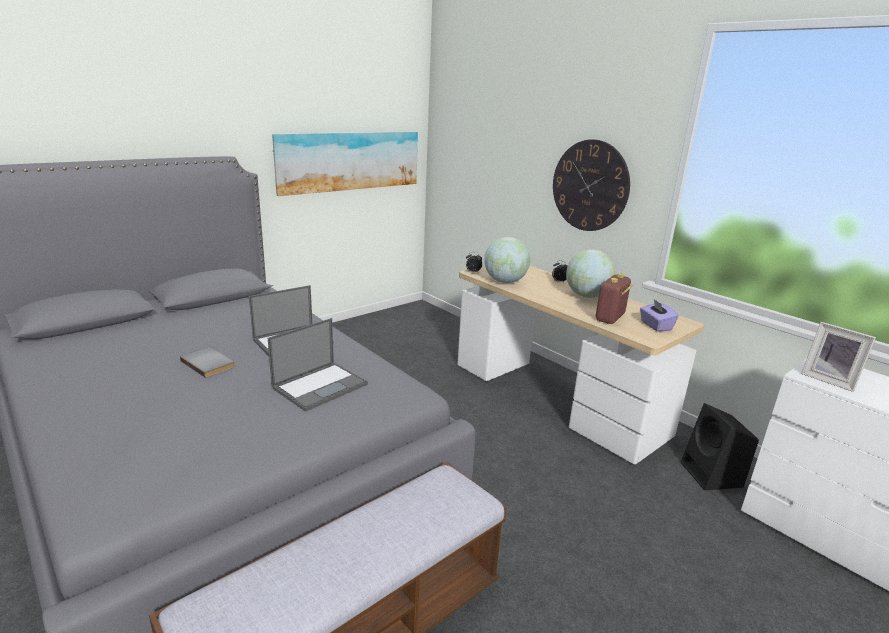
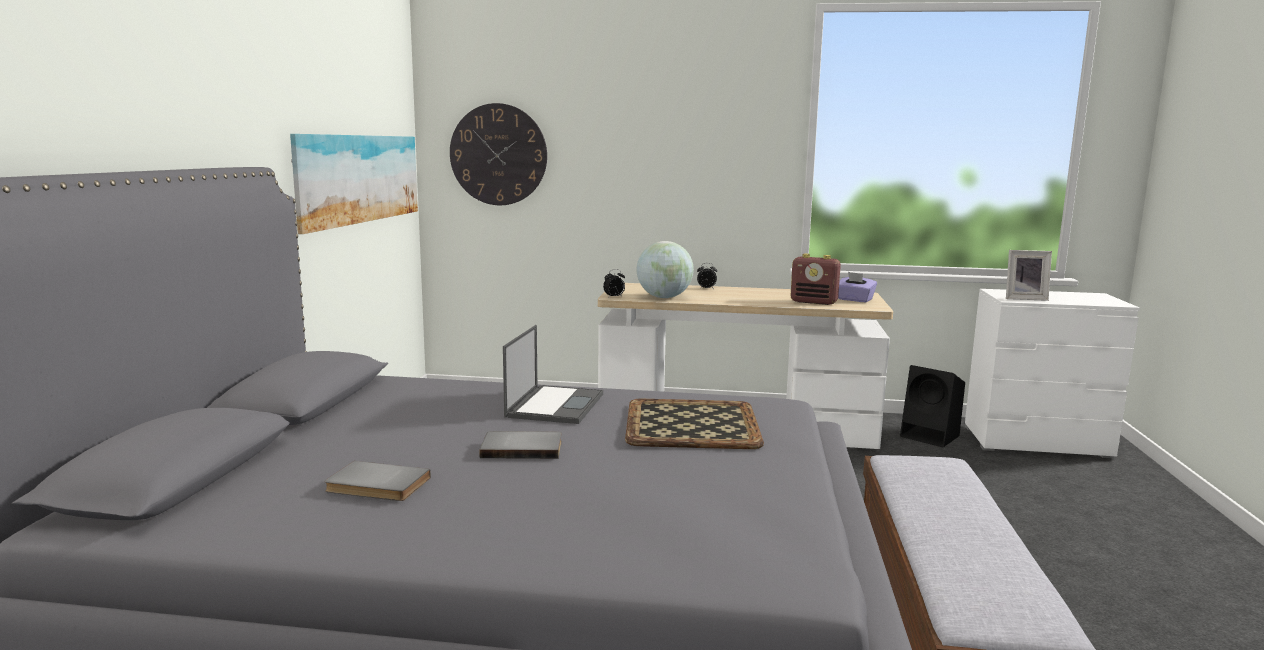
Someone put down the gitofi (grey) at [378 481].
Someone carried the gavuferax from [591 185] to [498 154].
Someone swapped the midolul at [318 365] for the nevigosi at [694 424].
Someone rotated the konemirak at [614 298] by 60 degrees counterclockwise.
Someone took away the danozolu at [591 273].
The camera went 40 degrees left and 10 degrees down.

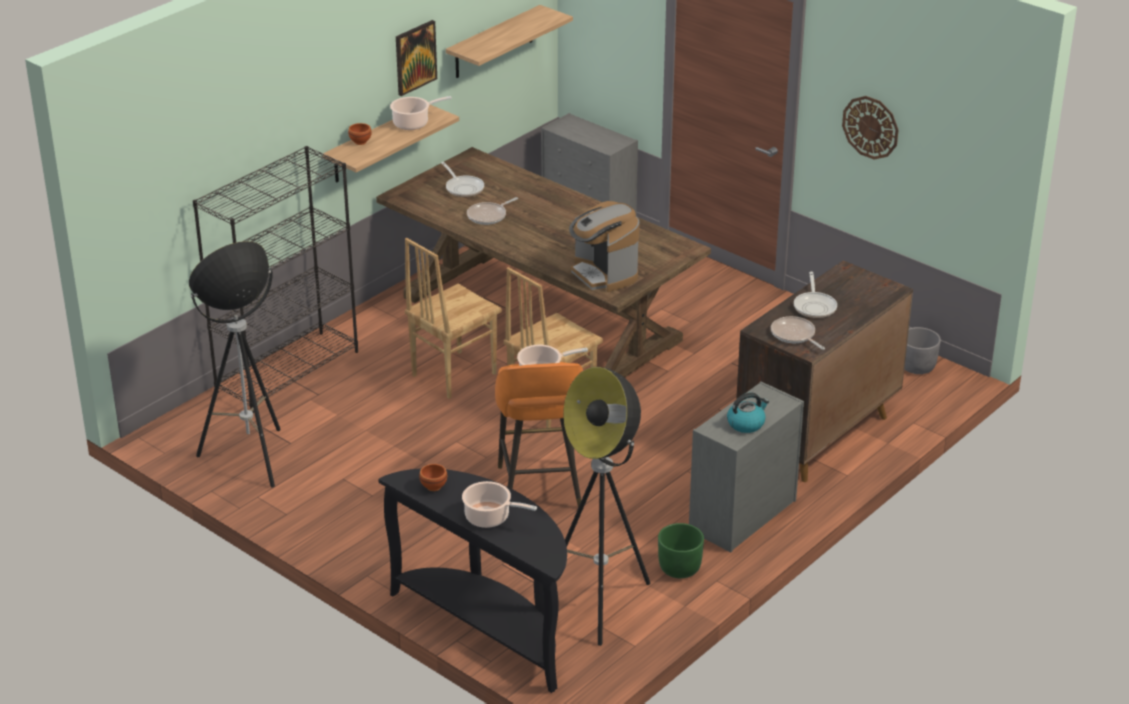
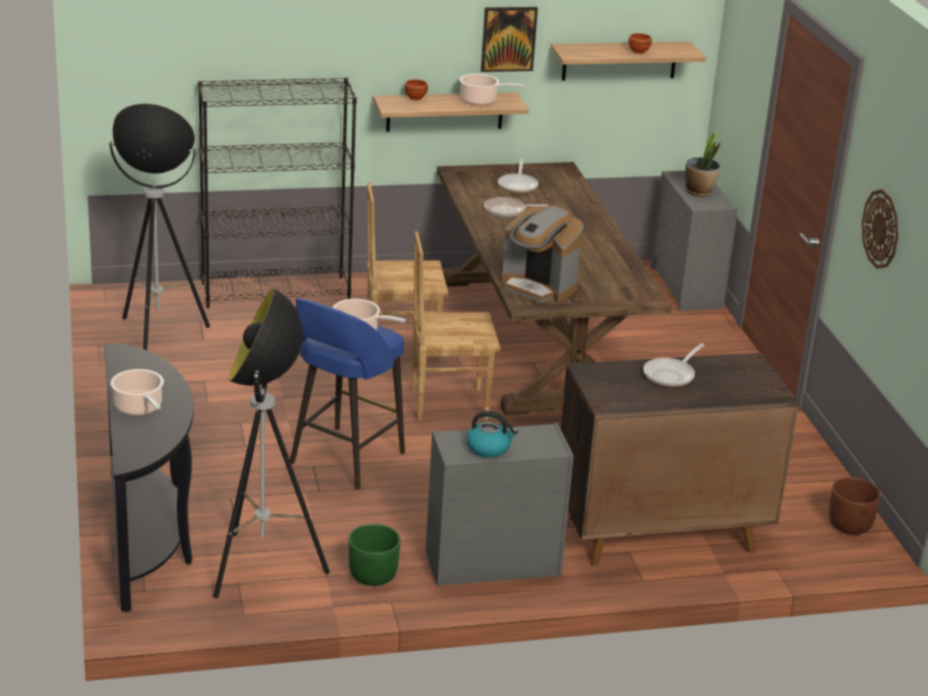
Someone repainted the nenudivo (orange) at [539 434], which became the nenudivo (blue) at [347 394].
Someone rotated the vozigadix at [604 246] by 60 degrees counterclockwise.
Someone carried the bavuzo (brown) from [433 477] to [640 43].
Someone put down the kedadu at [703 163].
Someone repainted the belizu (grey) at [922 350], which became the belizu (brown) at [855 506].
Someone took away the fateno at [798 333].
The camera went 35 degrees right and 5 degrees down.

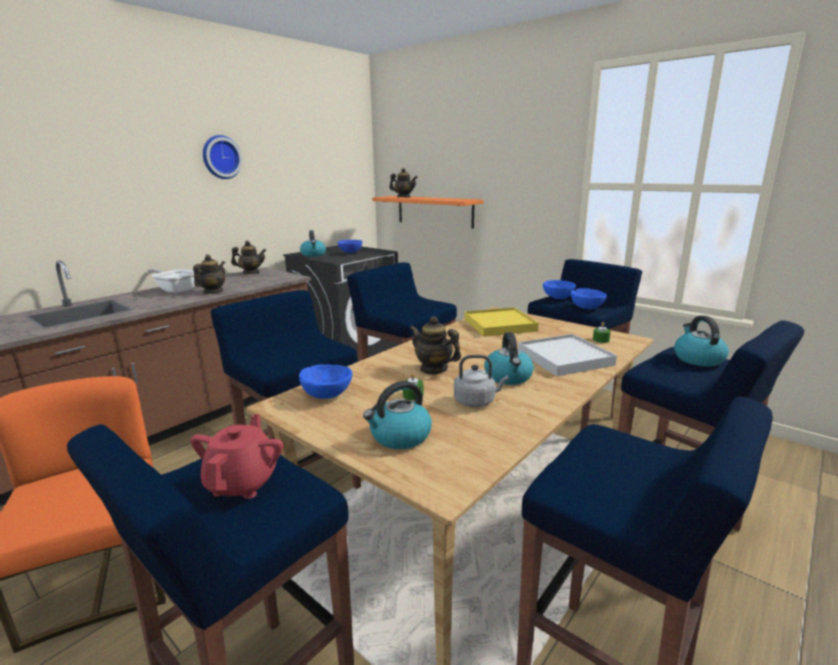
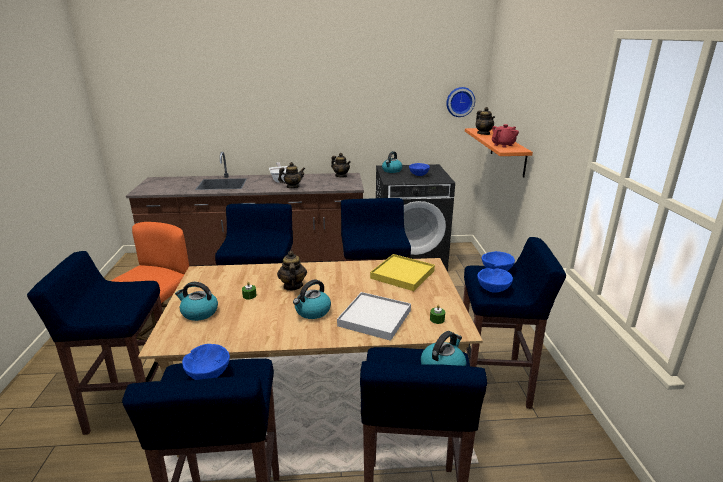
Someone carried the bavuzo (blue) from [325 381] to [206 362].
Someone carried the gavuferax from [222 157] to [460 102].
Someone carried the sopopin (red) from [236 456] to [505 135].
Someone took away the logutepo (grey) at [481 381].
The camera went 45 degrees right and 5 degrees up.

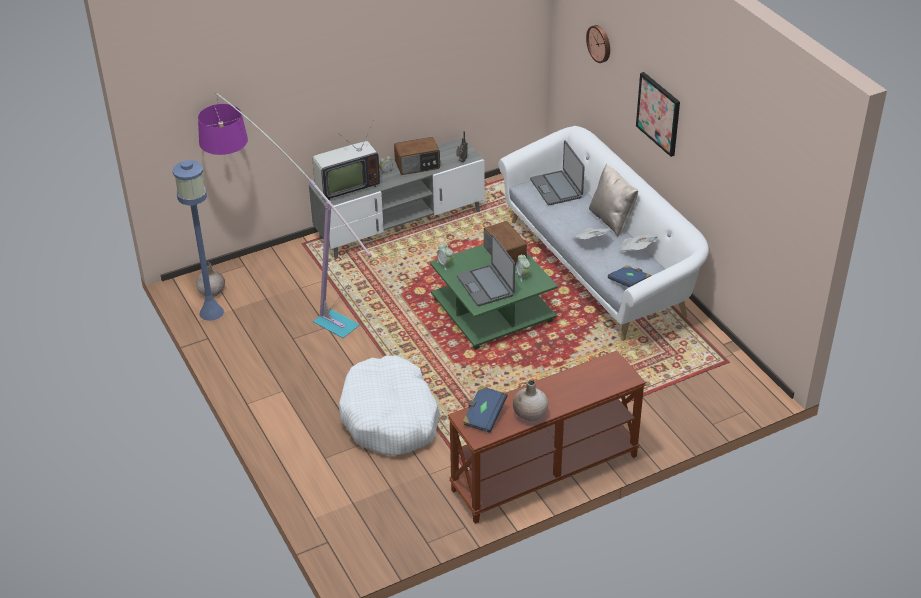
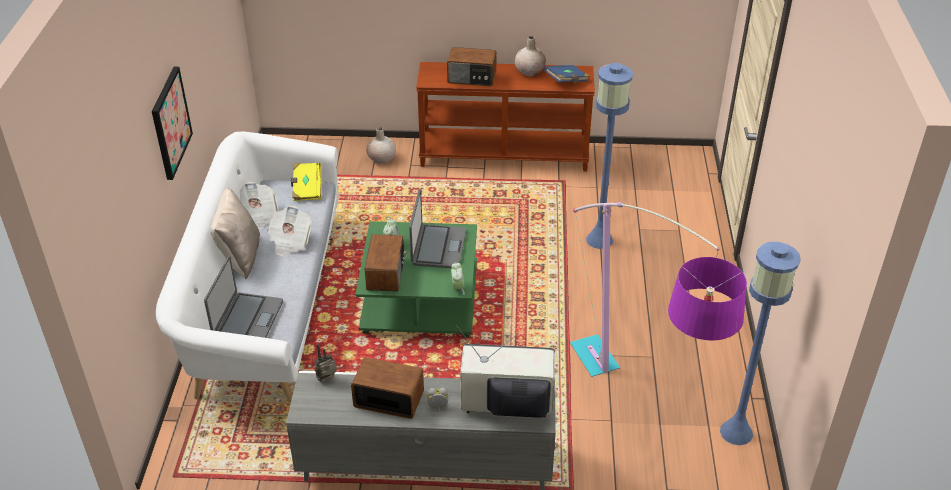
Someone repainted the gitofi (blue) at [629 276], which became the gitofi (yellow) at [306 182].
Someone carried the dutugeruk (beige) from [210 279] to [381 145].
Someone put down the konemirak at [472 66].
Someone swapped the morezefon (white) at [389 406] for the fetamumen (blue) at [609 156].
Someone took away the gavuferax at [598 44].
The camera went 150 degrees left and 0 degrees up.

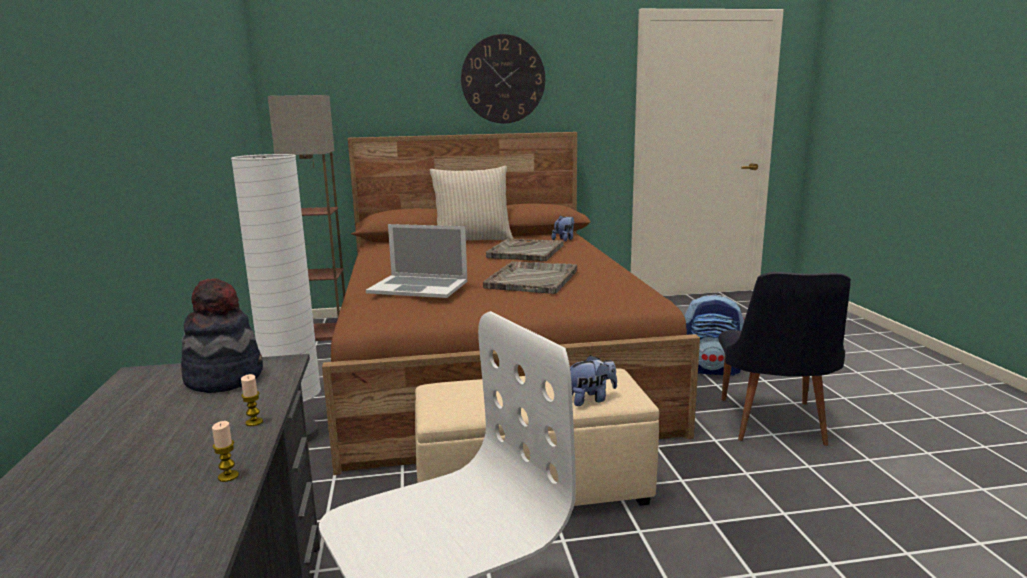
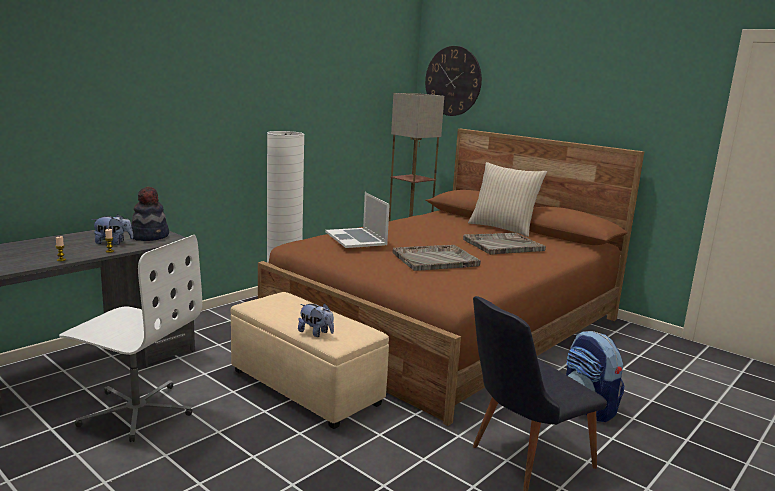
Someone carried the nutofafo from [563 228] to [112 229].
Someone carried the gavuferax from [503 78] to [453 81].
The camera went 50 degrees right and 0 degrees up.

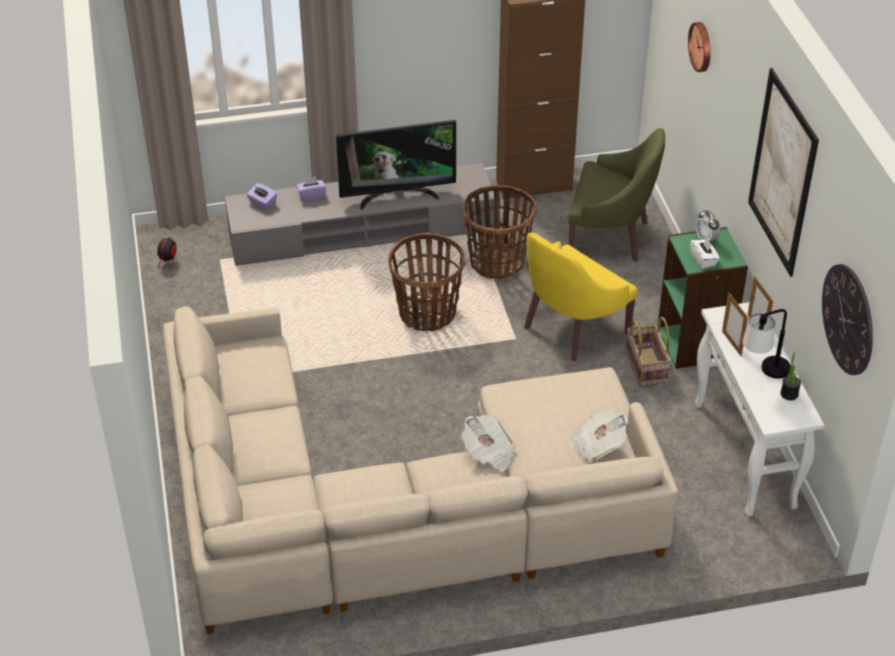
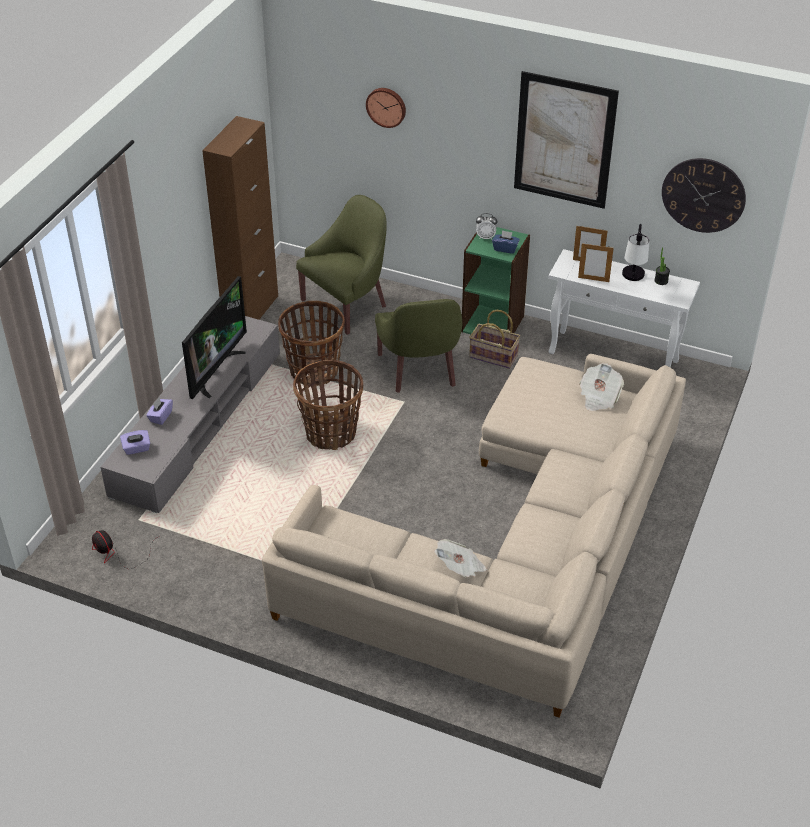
Someone repainted the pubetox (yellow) at [581 296], which became the pubetox (green) at [418 346].
Someone carried the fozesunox from [488 443] to [460 558].
Someone repainted the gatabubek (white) at [705 253], which became the gatabubek (blue) at [506 242].
The camera went 55 degrees left and 0 degrees up.

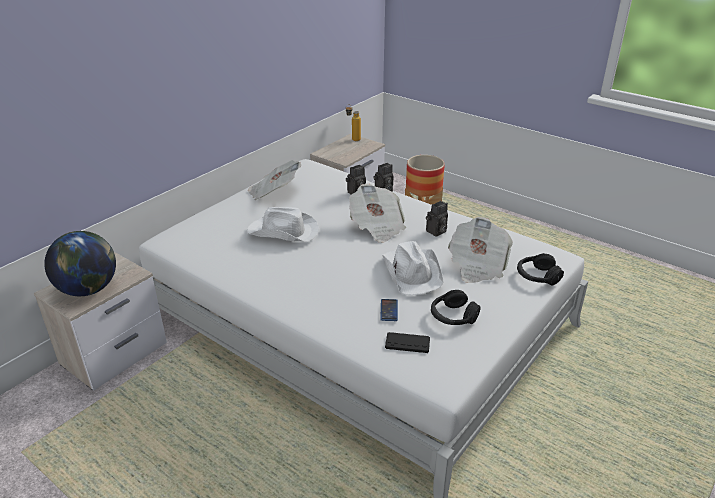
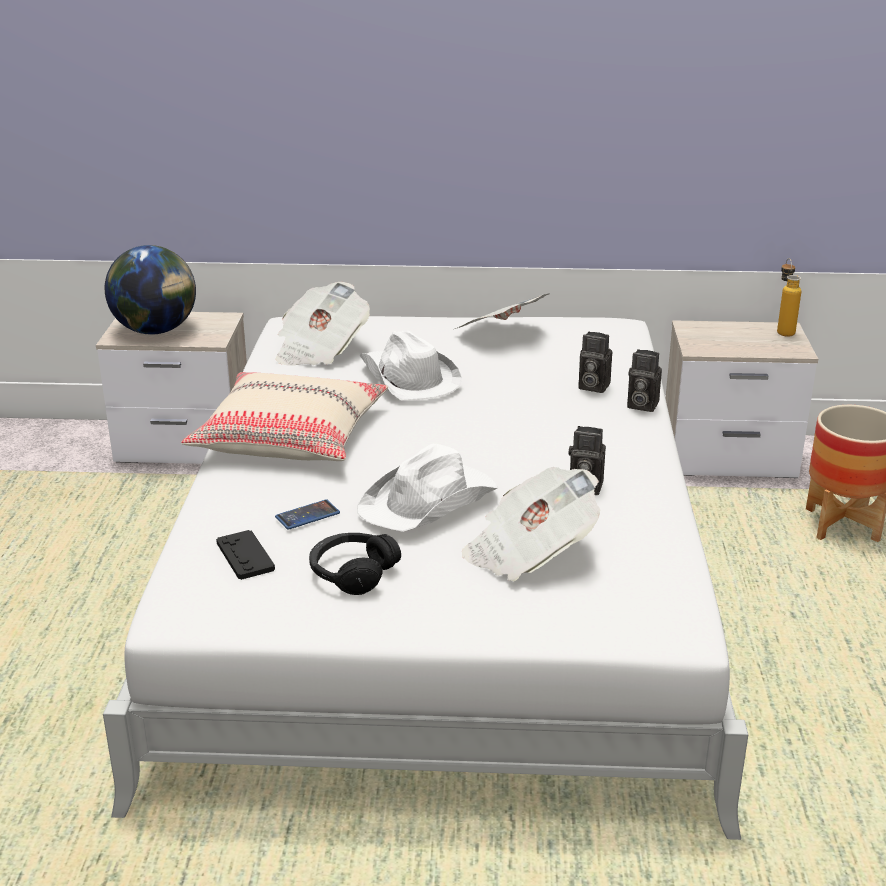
Someone put down the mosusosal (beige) at [284 416].
Someone carried the fozesunox from [377 213] to [323 324].
Someone took away the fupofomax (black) at [540 269].
The camera went 55 degrees right and 5 degrees down.

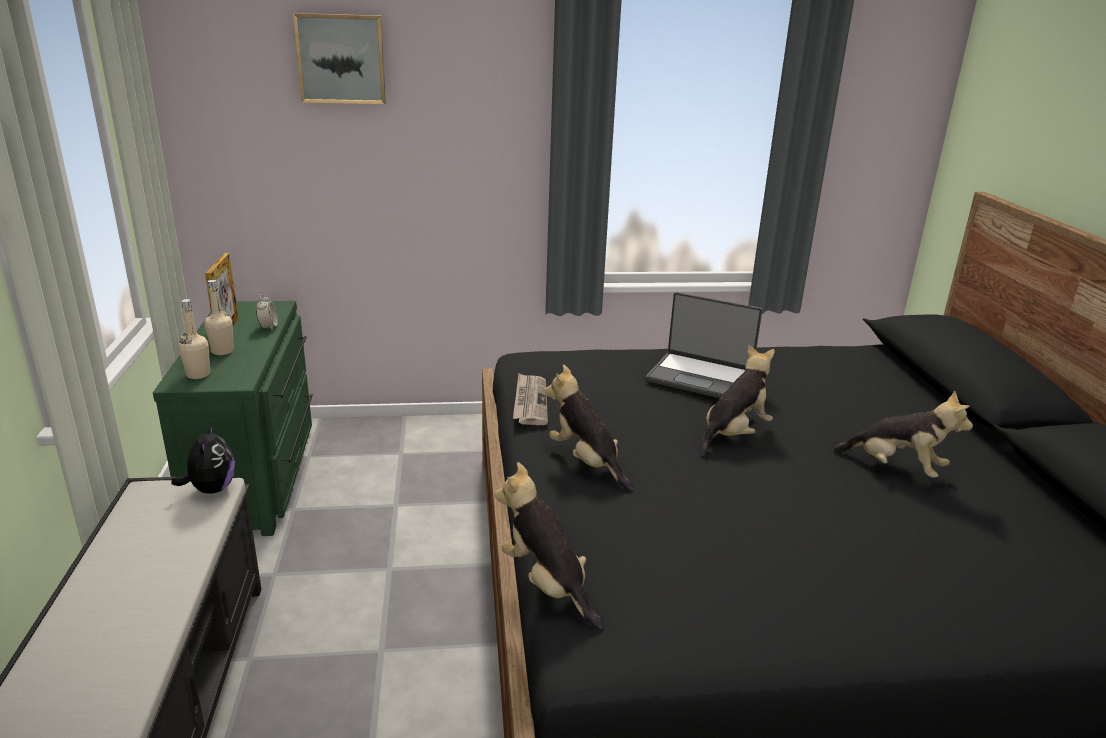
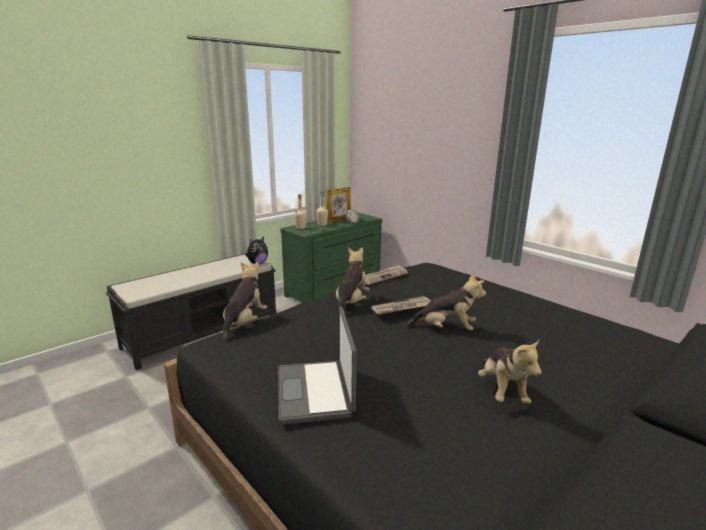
Someone carried the midolul from [704 345] to [317 366].
Someone put down the fozesunox at [401 305].
Someone took away the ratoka at [339 58].
The camera went 55 degrees right and 5 degrees down.

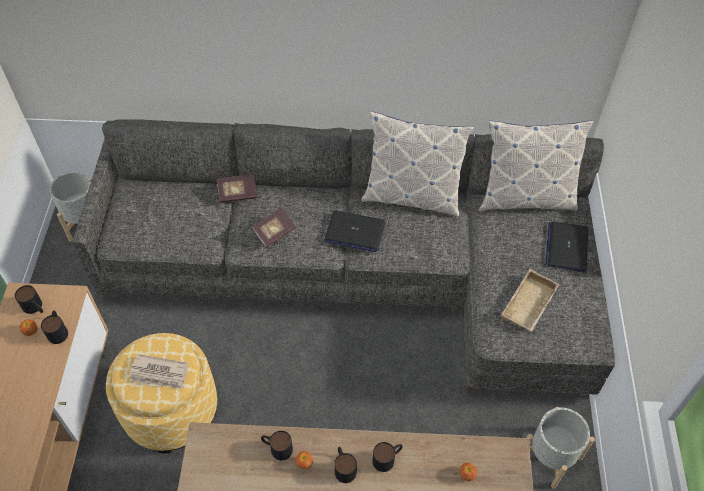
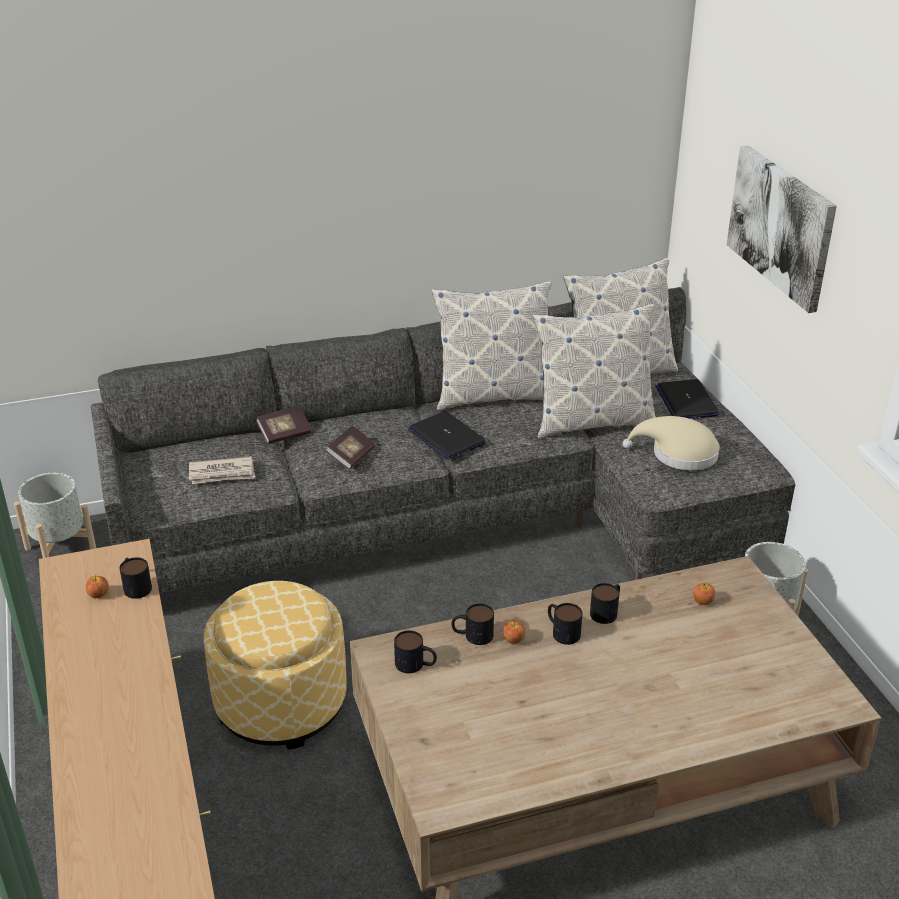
Someone carried the fozesunox from [158 371] to [222 470].
Someone carried the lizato from [29 299] to [415 651].
Someone rotated the midolul at [355 231] by 60 degrees clockwise.
Someone put down the mosusosal at [594 371].
Someone swapped the nevigosi (beige) at [530 300] for the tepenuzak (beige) at [671 443].
Someone put up the ratoka at [782 229].
The camera went 20 degrees left and 20 degrees down.

